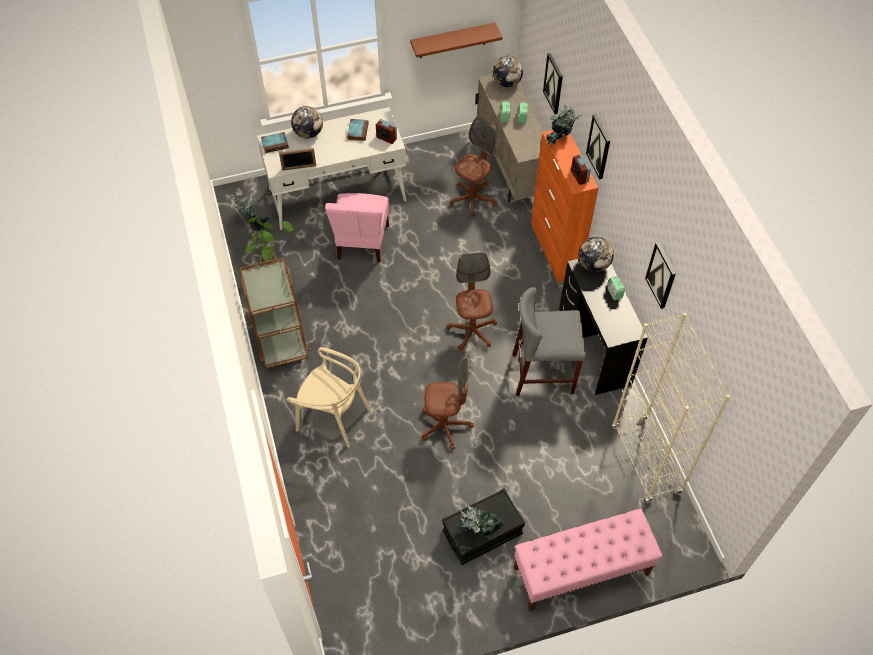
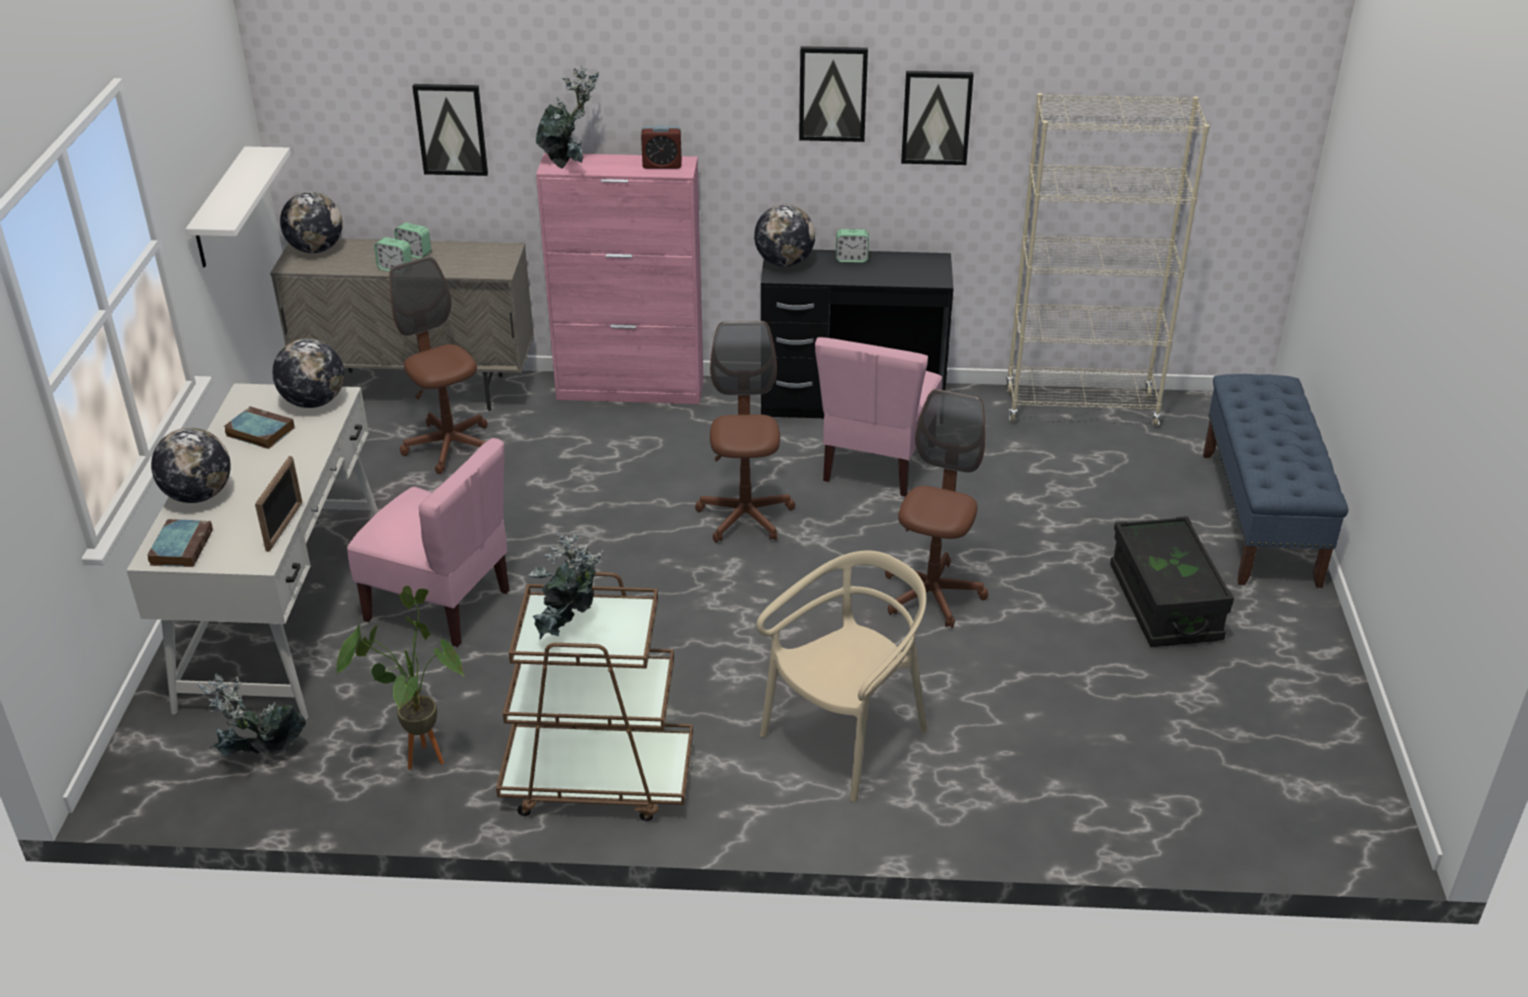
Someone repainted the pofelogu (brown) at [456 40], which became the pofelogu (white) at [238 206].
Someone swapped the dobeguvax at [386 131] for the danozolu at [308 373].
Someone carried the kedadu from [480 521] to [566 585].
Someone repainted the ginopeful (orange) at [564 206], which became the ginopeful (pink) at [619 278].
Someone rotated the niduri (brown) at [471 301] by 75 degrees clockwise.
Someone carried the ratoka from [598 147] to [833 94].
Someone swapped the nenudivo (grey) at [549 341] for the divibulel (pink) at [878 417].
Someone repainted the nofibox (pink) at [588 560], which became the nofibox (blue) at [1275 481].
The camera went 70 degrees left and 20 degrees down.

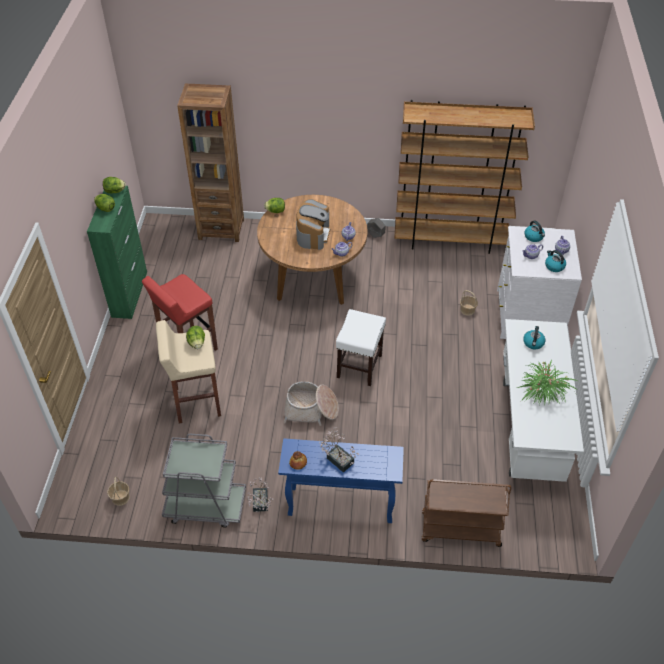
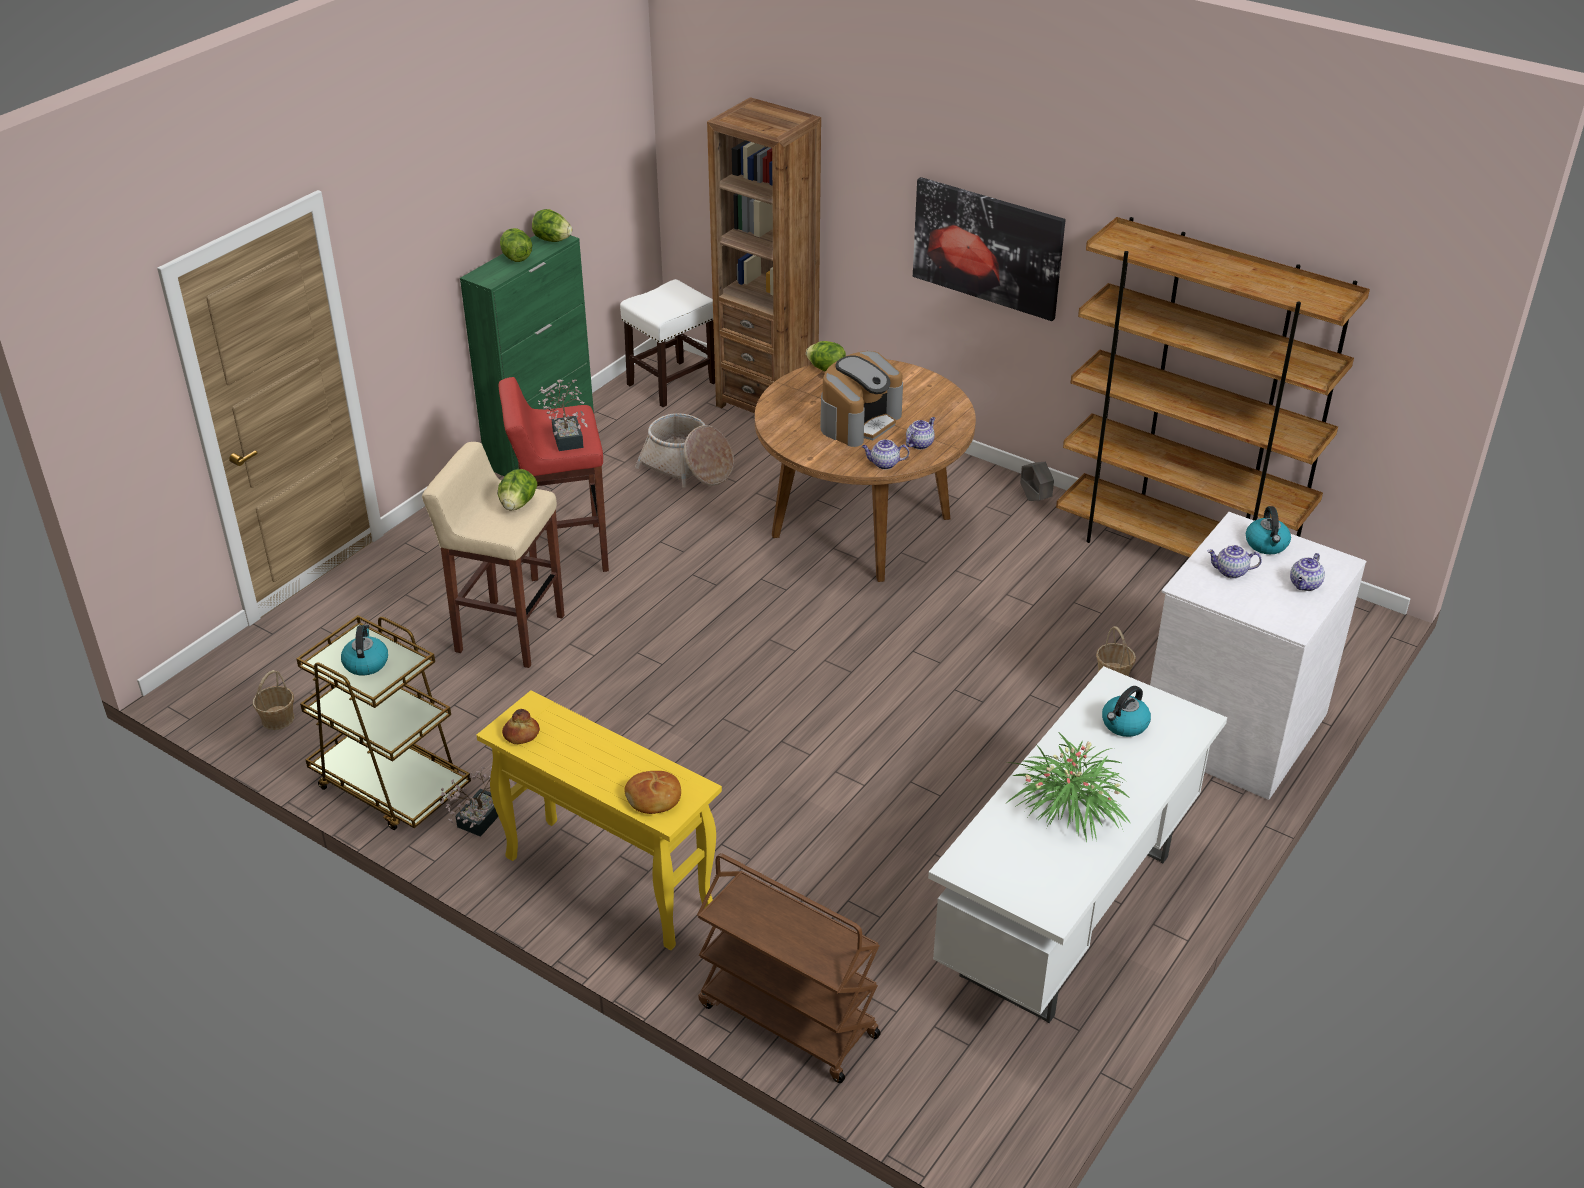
Someone repainted the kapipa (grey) at [204 481], which became the kapipa (brown) at [383 722].
Someone carried the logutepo from [555 261] to [364 650].
Someone repainted the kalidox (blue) at [341 480], which became the kalidox (yellow) at [599 820].
Someone carried the kedadu from [339 450] to [563 415].
Someone carried the nenudivo (white) from [361 347] to [667 343].
Someone put down the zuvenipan at [652 792].
Someone carried the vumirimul from [311 403] to [684 450].
Someone put up the ratoka at [989 249].
The camera went 30 degrees right and 10 degrees down.

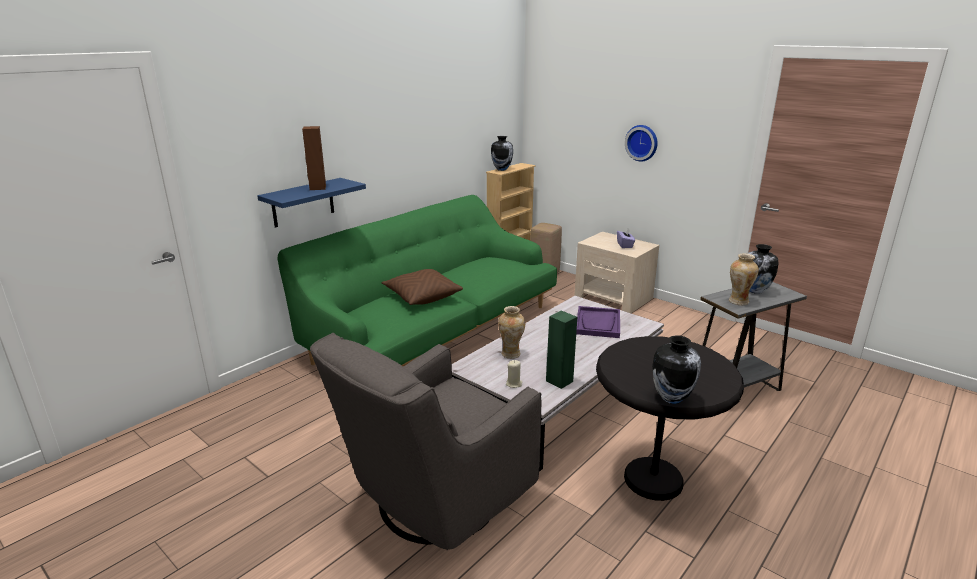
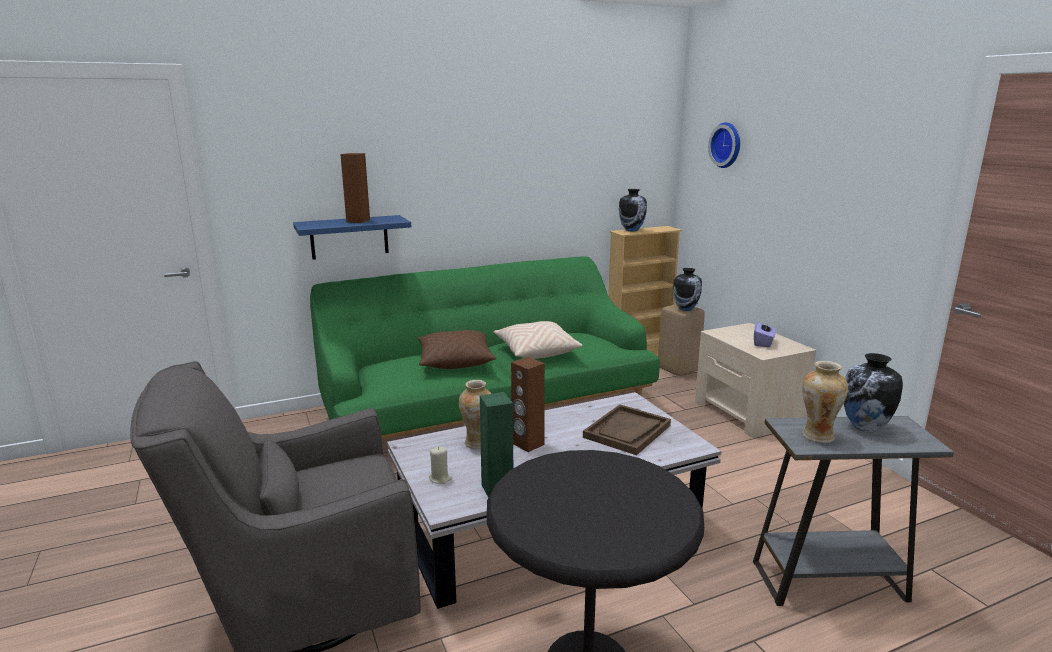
Someone put down the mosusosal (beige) at [538 340].
Someone put down the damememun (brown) at [528 404].
Someone repainted the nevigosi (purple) at [598 322], which became the nevigosi (brown) at [627 429].
Someone carried the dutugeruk from [676 369] to [687 289].
Someone carried the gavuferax from [641 143] to [724 145].
The camera went 25 degrees right and 5 degrees down.

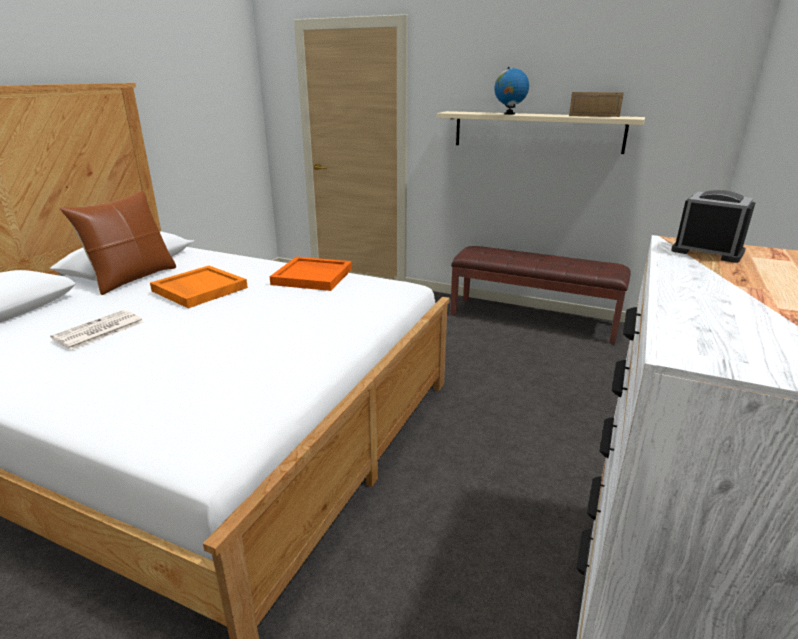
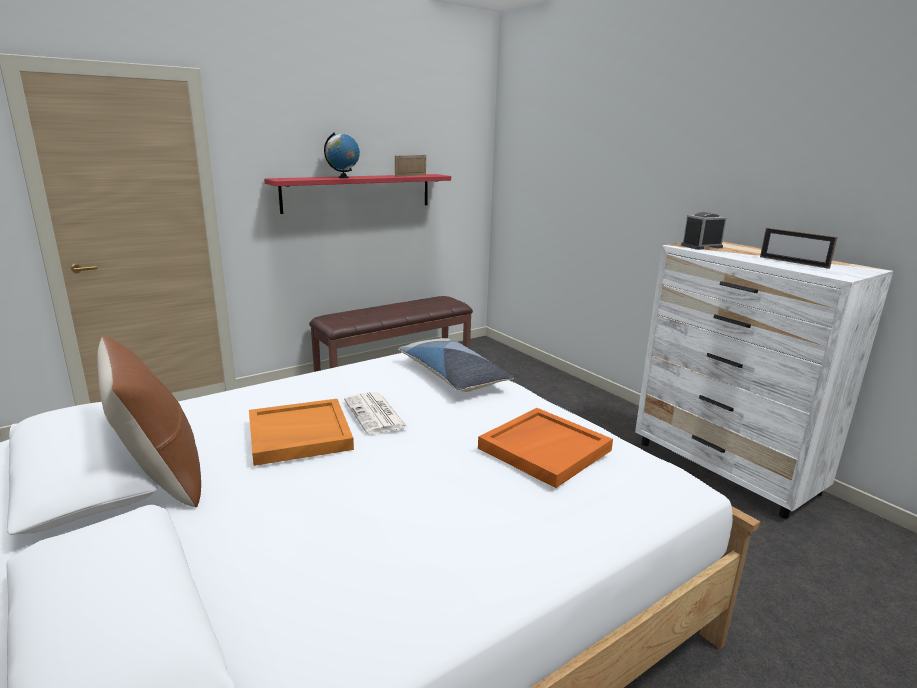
Someone repainted the pofelogu (beige) at [541 132], which became the pofelogu (red) at [357 194].
Someone carried the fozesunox from [97 330] to [376 413].
Someone put down the mosusosal at [456 365].
Someone carried the nevigosi (orange) from [310 274] to [545 448].
Someone put down the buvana at [799 248].
The camera went 60 degrees left and 5 degrees down.

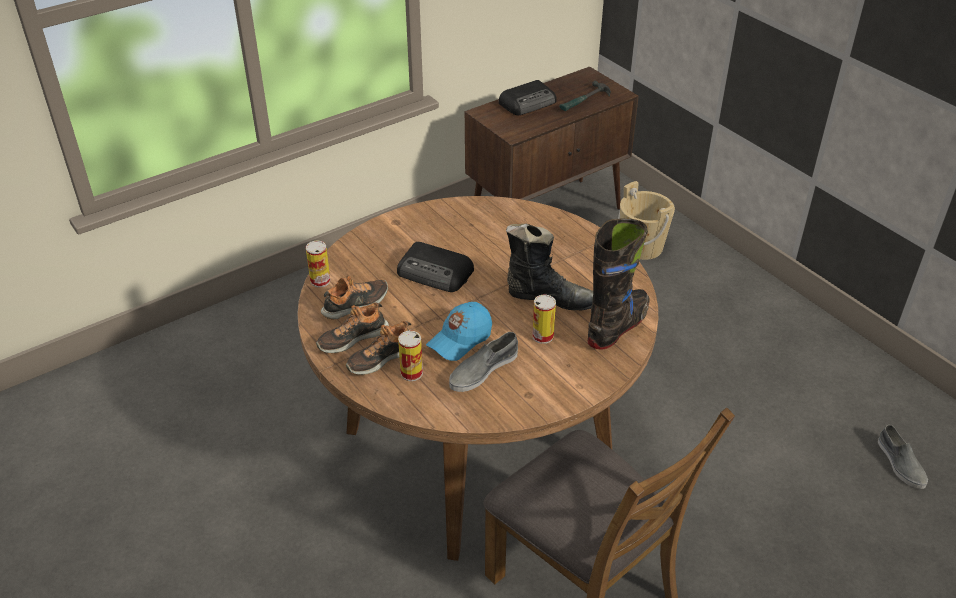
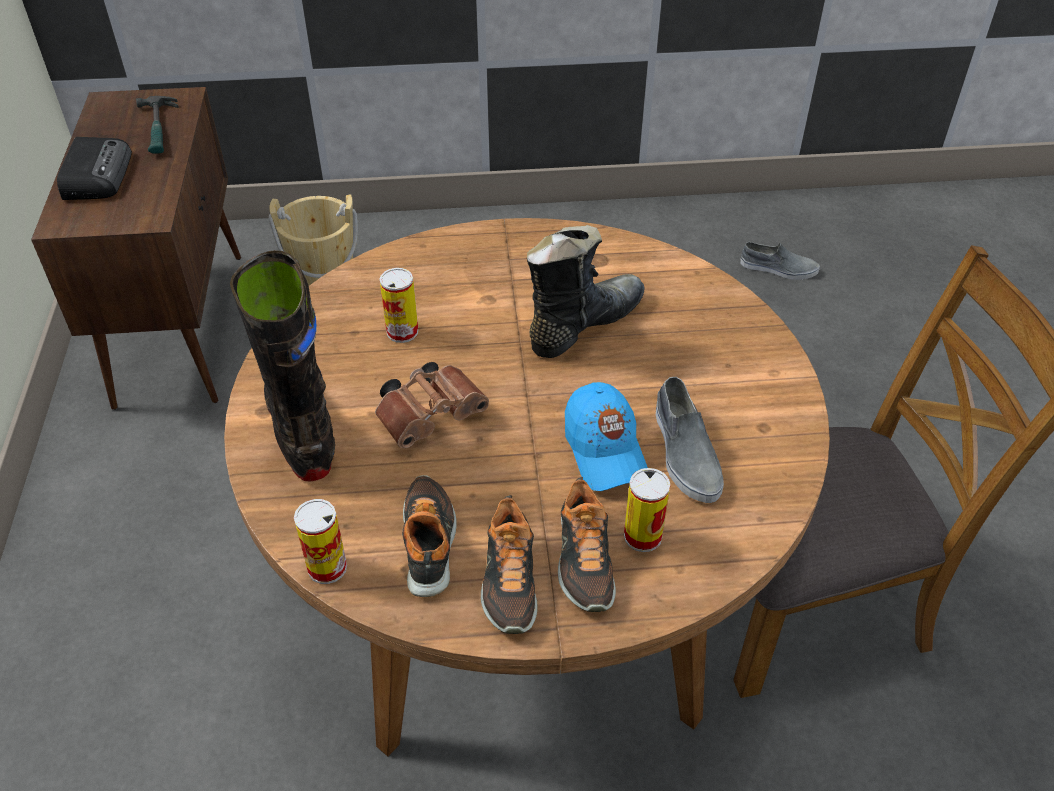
Someone carried the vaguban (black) from [619 284] to [282 366].
Someone swapped the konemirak at [435 267] for the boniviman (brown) at [432 405].
Someone carried the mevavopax from [544 319] to [399 305].
The camera went 60 degrees left and 5 degrees up.

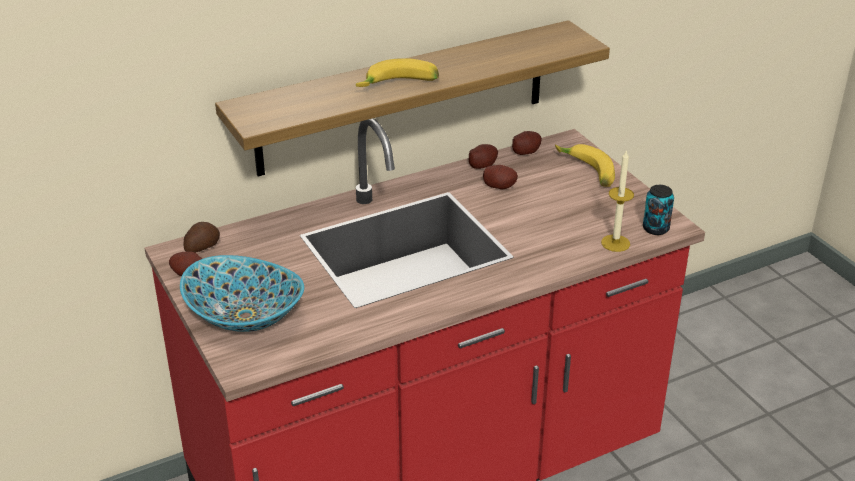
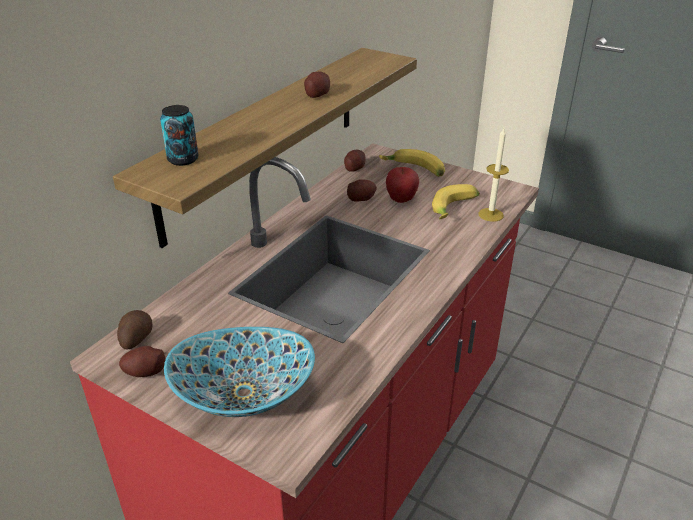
Someone carried the mevavopax from [658 210] to [179 135].
Someone carried the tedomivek from [483 156] to [317 84].
Someone put down the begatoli at [402 185].
Someone carried the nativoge from [397 72] to [456 201].
The camera went 30 degrees left and 0 degrees up.

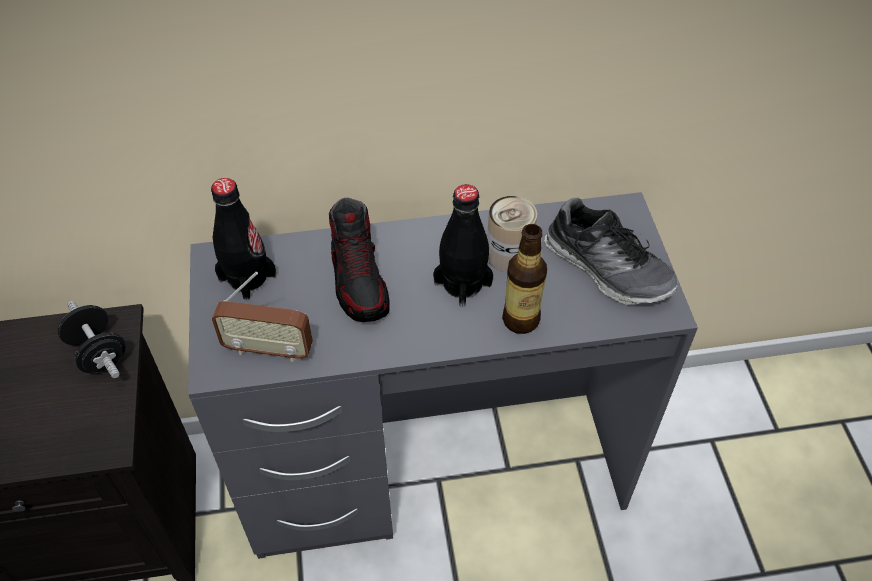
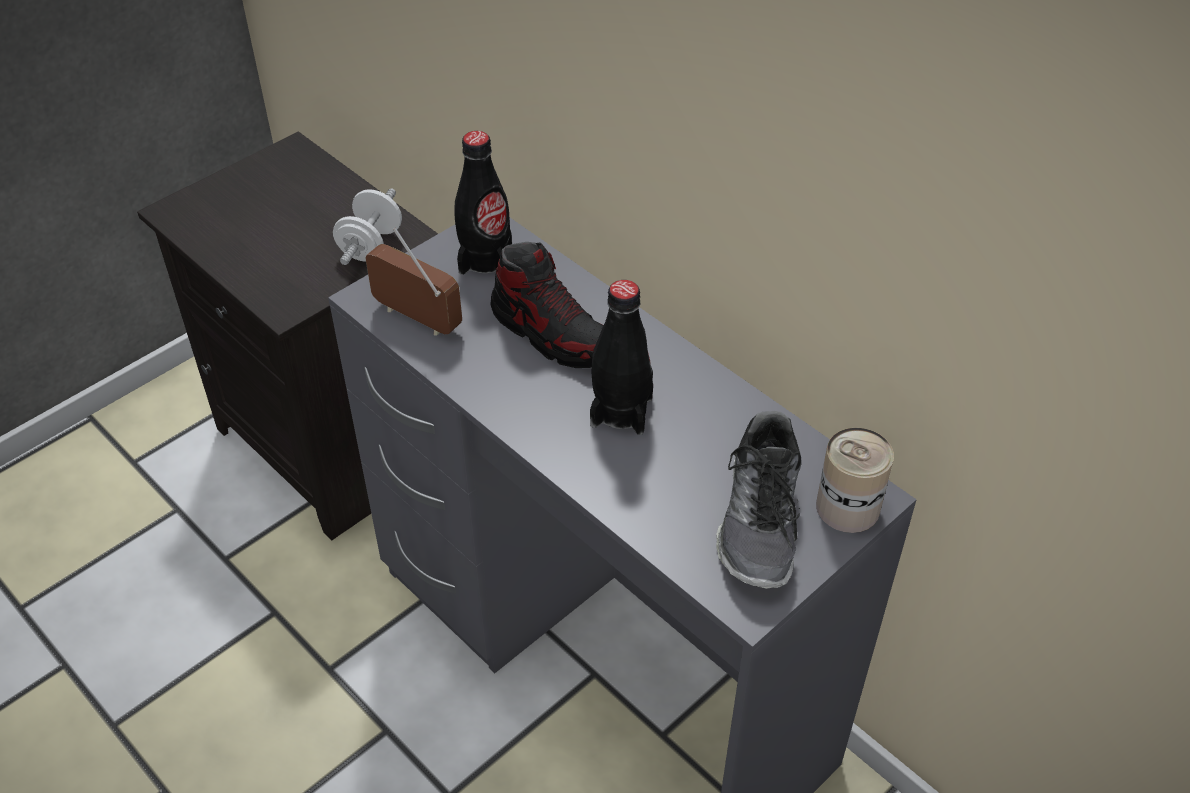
Someone repainted the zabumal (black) at [92 339], which became the zabumal (white) at [367 227].
Someone rotated the konemirak at [262 317] by 150 degrees clockwise.
Someone rotated the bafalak at [359 260] by 90 degrees counterclockwise.
Someone carried the mevavopax from [512 234] to [855 480].
Someone took away the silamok at [524 279].
The camera went 55 degrees right and 5 degrees down.

